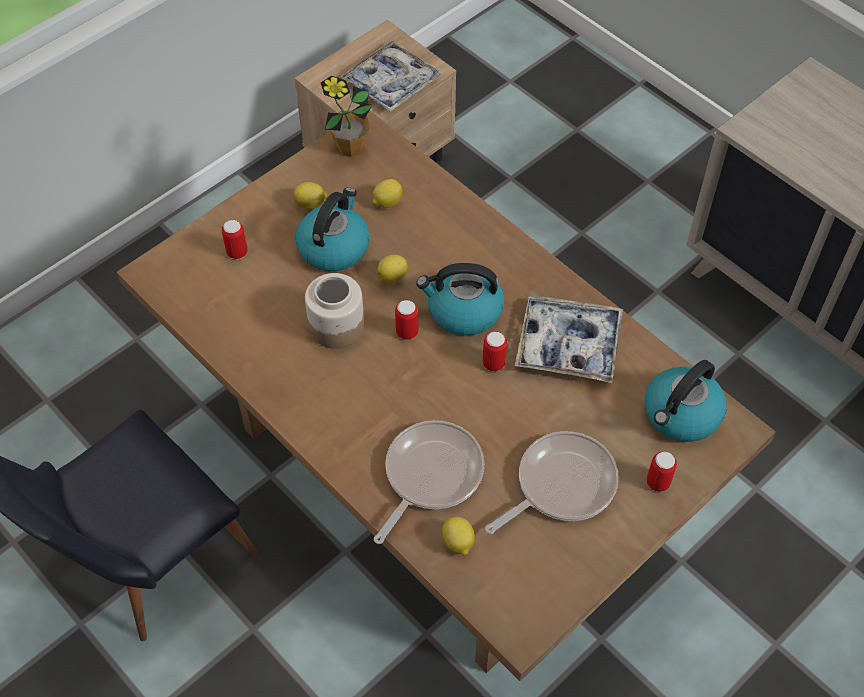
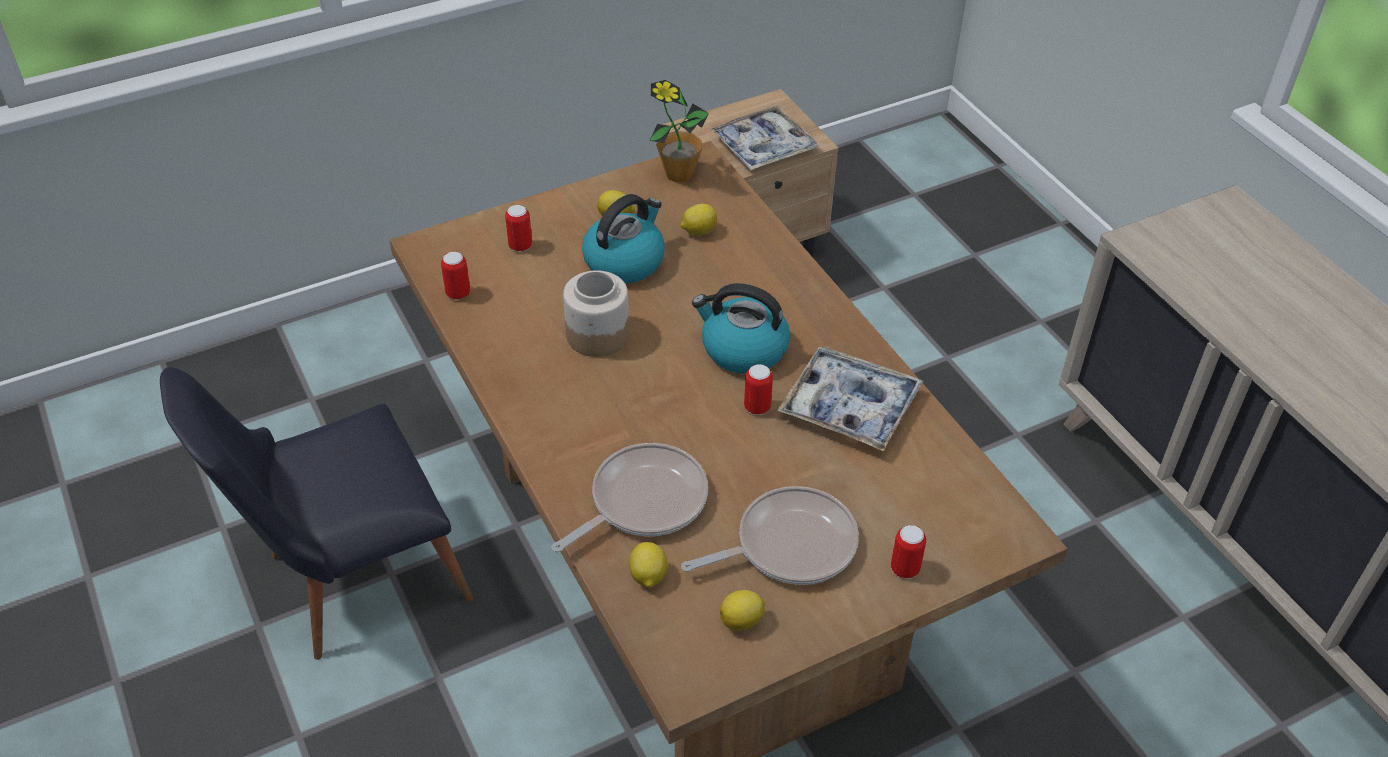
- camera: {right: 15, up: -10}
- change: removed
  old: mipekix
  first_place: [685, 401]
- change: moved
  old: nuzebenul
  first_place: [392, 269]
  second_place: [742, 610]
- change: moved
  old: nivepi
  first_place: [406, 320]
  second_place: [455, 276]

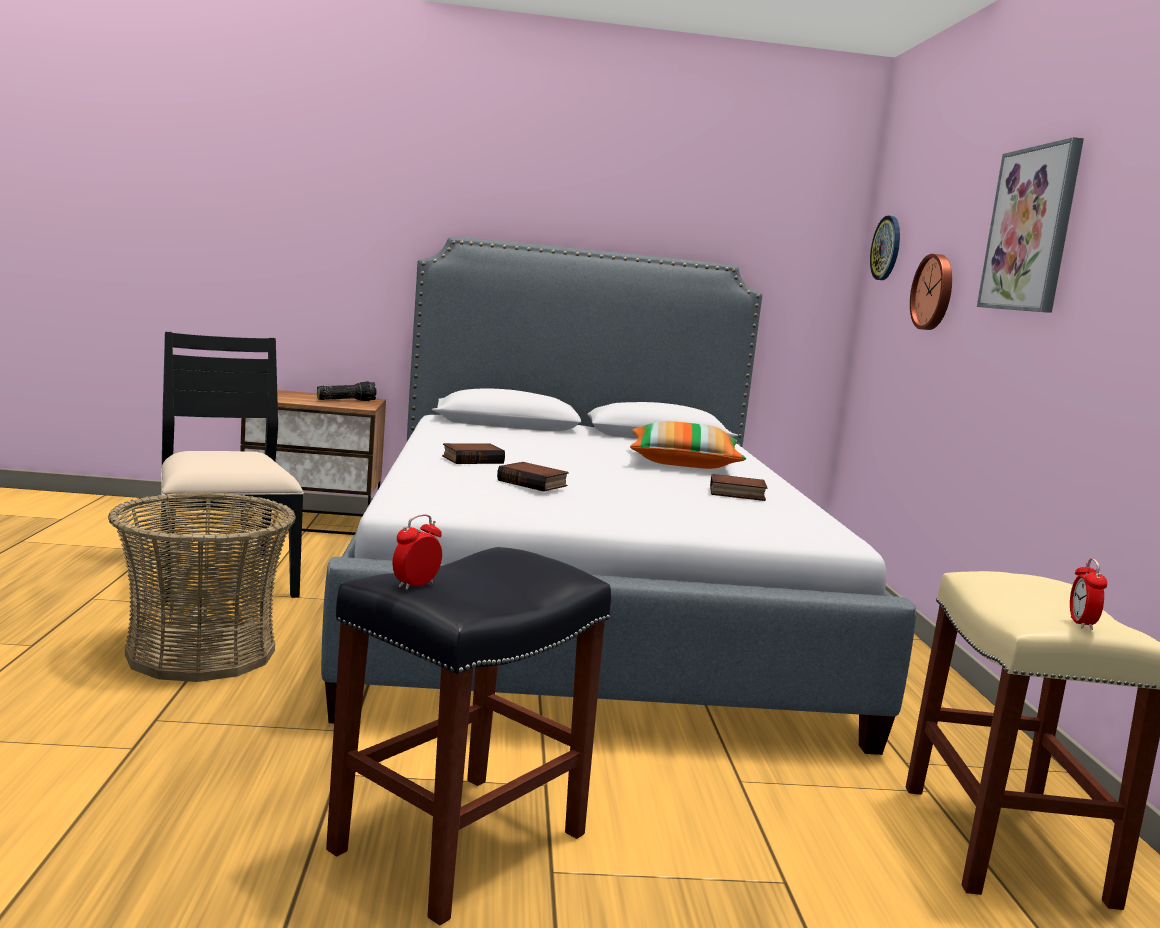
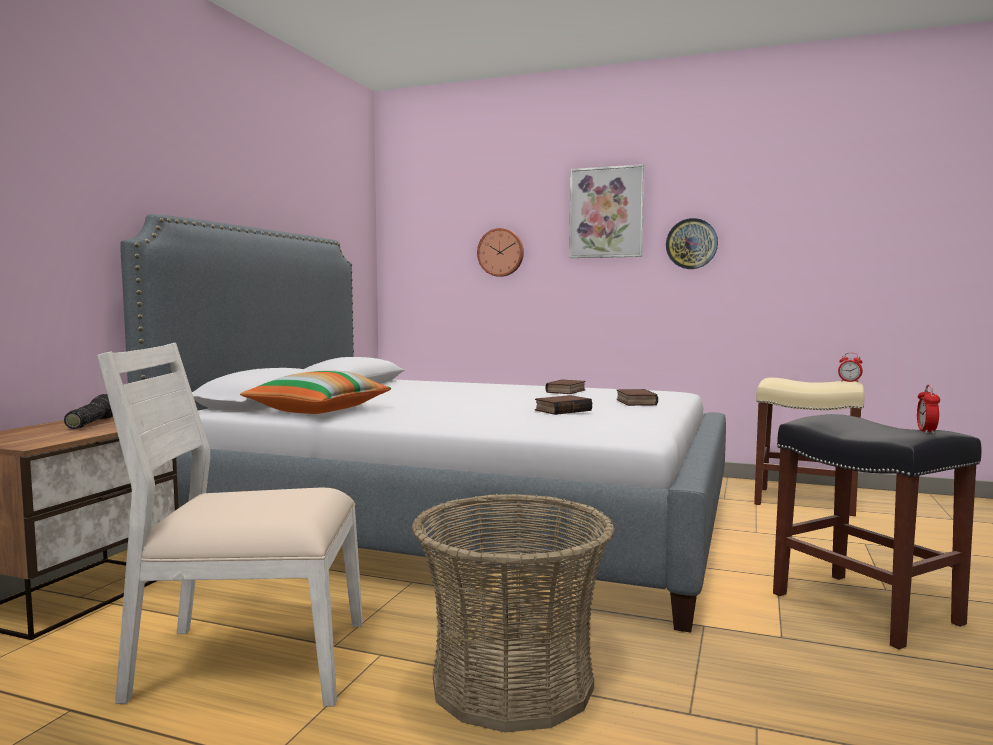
- camera: {right: -65, up: -5}
- change: moved
  old: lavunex
  first_place: [473, 453]
  second_place: [637, 397]
- change: moved
  old: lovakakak
  first_place: [688, 445]
  second_place: [315, 392]
- change: moved
  old: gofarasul
  first_place: [885, 247]
  second_place: [692, 243]
- change: recoloured
  old: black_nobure
  new: white_nobure
  first_place: [232, 468]
  second_place: [230, 525]
- change: turned
  old: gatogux
  first_place: [417, 552]
  second_place: [928, 409]
  degrees: 45

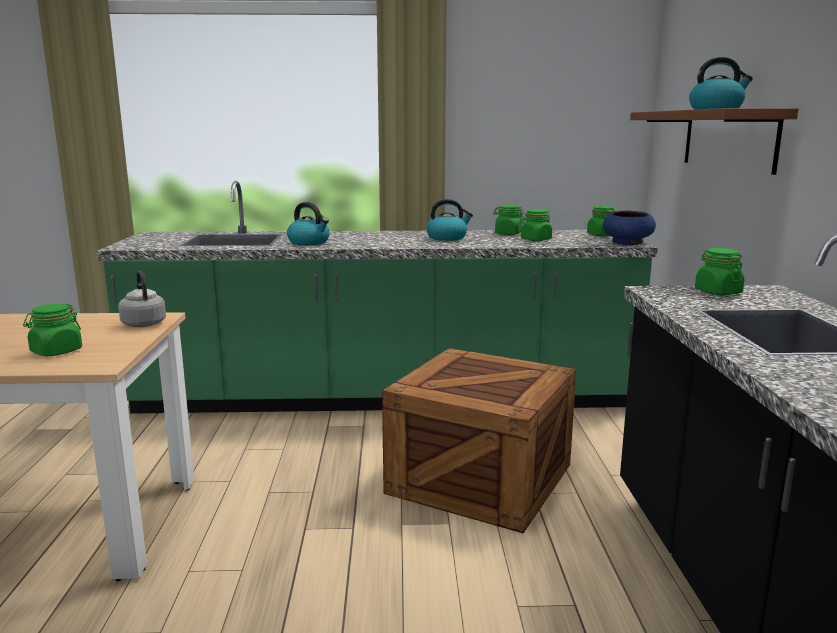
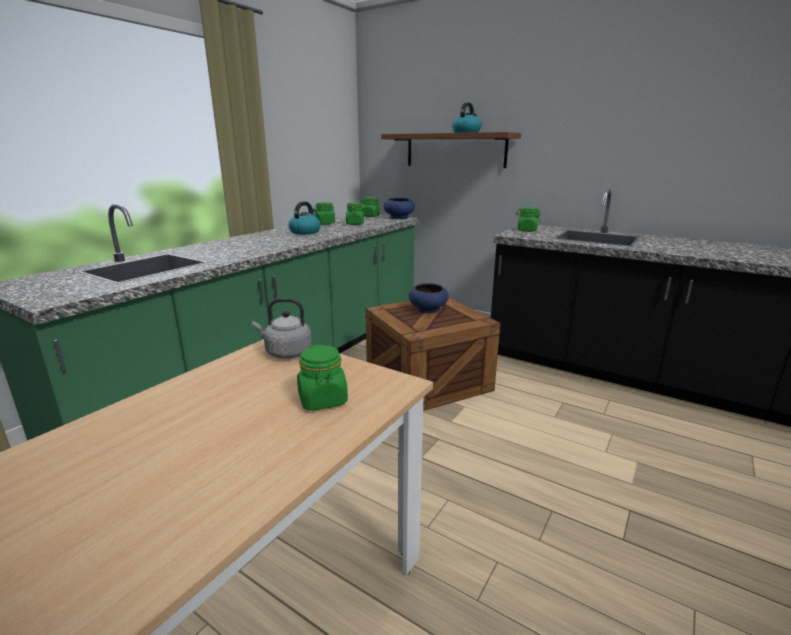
- camera: {right: -55, up: 5}
- change: removed
  old: mipekix
  first_place: [308, 223]
- change: added
  new: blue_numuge
  second_place: [429, 298]

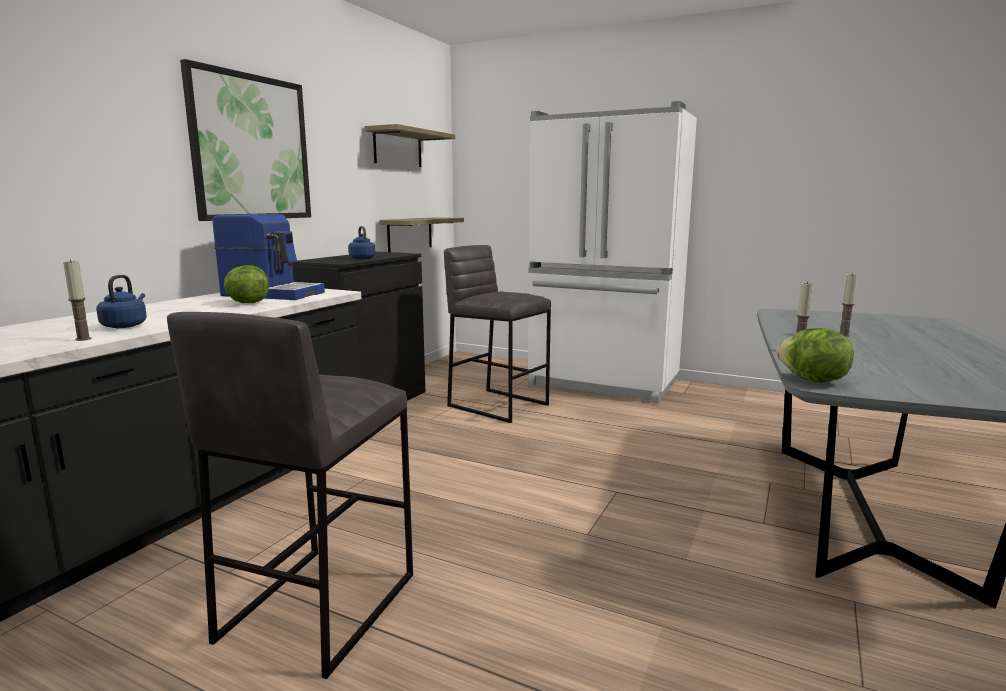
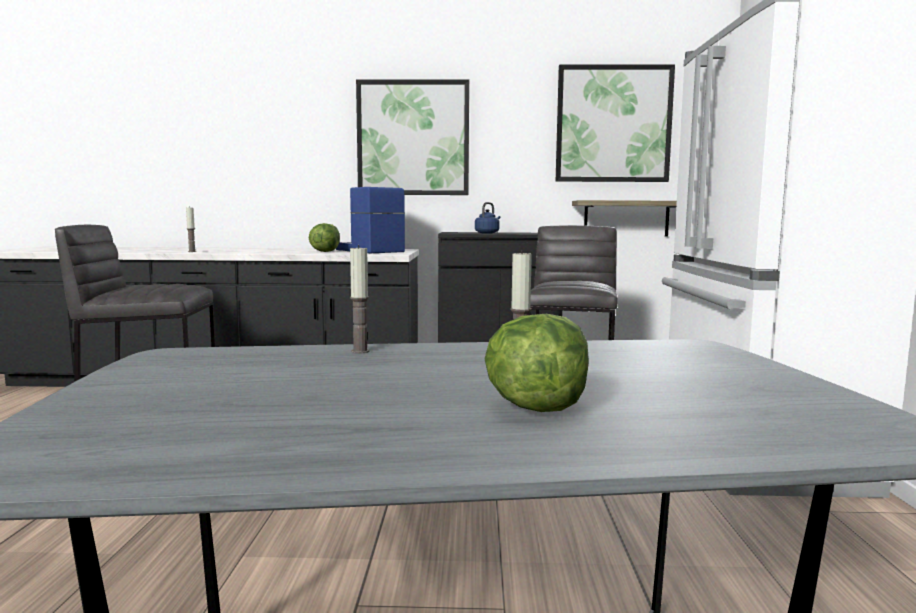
- camera: {right: 65, up: -5}
- change: removed
  old: blue_mipekix
  first_place: [121, 301]
- change: moved
  old: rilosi
  first_place: [815, 355]
  second_place: [537, 363]
- change: replaced
  old: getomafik
  new: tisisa
  first_place: [409, 145]
  second_place: [615, 123]
- change: turned
  old: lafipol
  first_place: [269, 257]
  second_place: [370, 220]
  degrees: 150

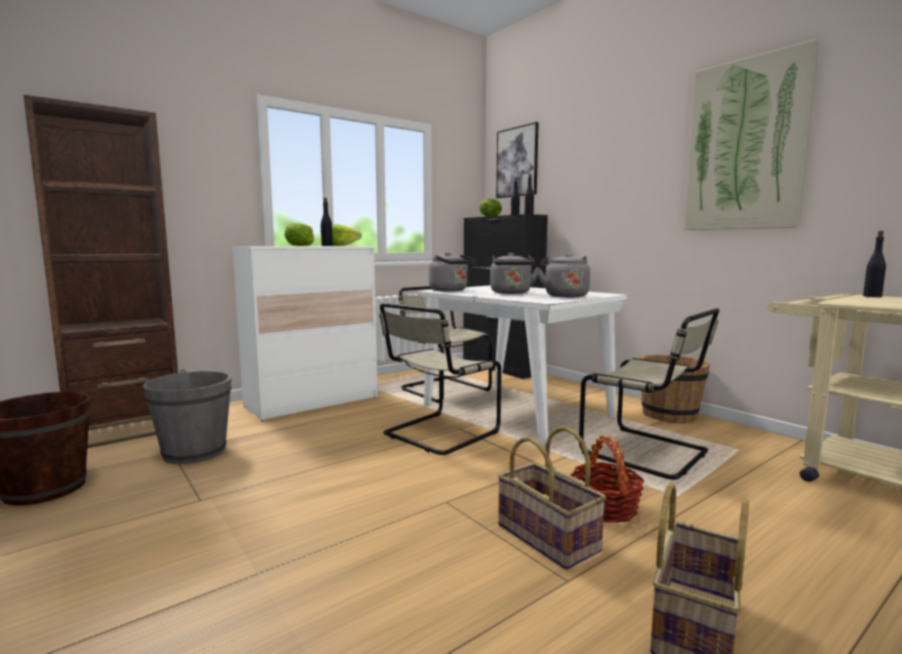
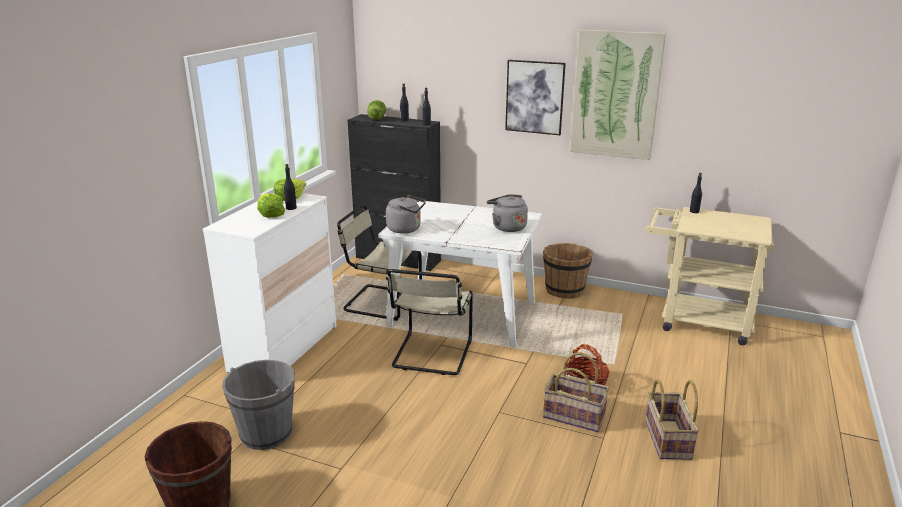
- camera: {right: -30, up: 15}
- change: removed
  old: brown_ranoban
  first_place: [100, 271]
- change: removed
  old: grey_mipekix
  first_place: [515, 273]
- change: removed
  old: beige_nobure
  first_place: [649, 394]
- change: moved
  old: tisisa
  first_place: [517, 160]
  second_place: [535, 97]

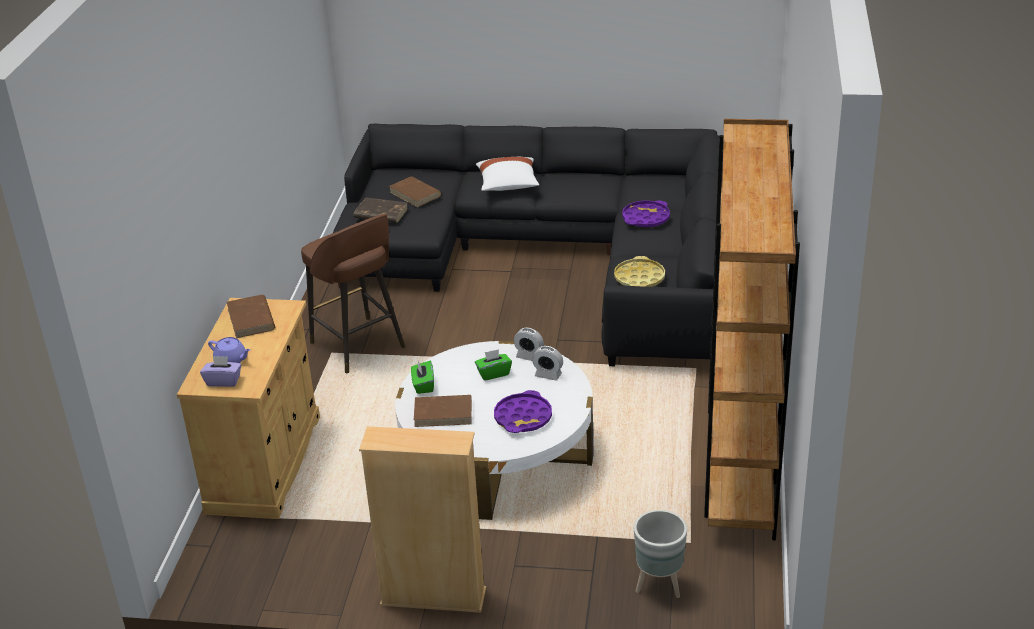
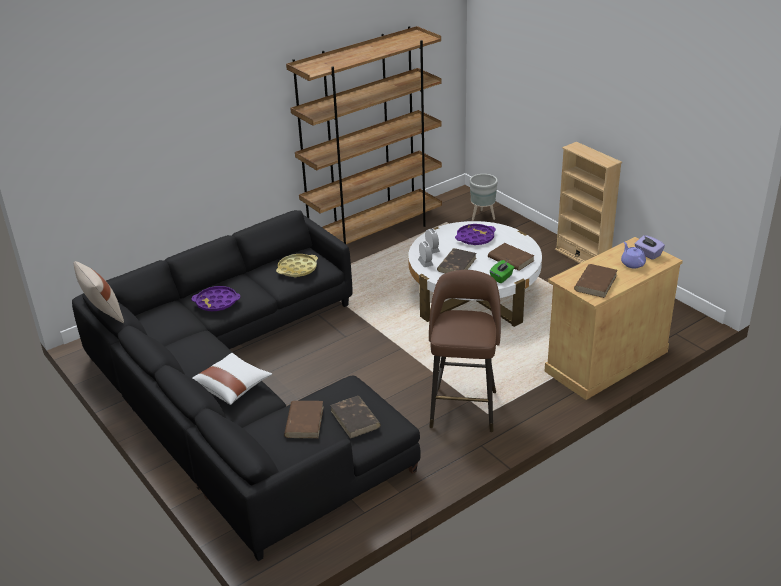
- camera: {right: -135, up: 0}
- change: added
  new: beige_lovakakak
  second_place: [99, 292]
- change: replaced
  old: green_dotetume
  new: brown_lavunex
  first_place: [493, 365]
  second_place: [456, 260]

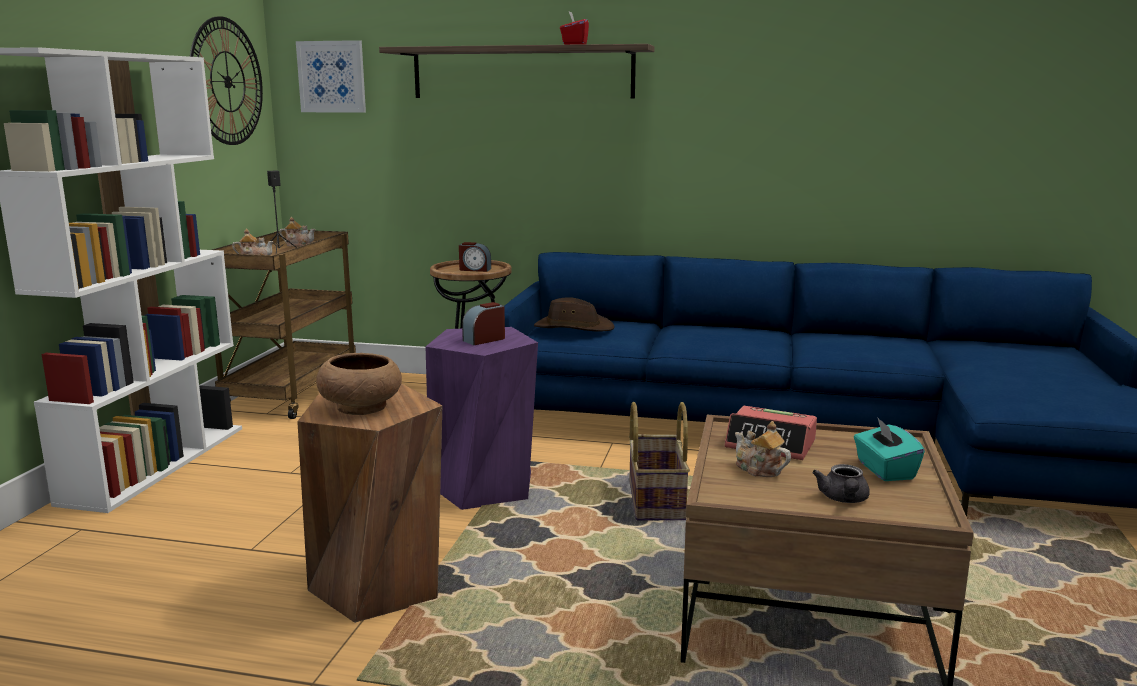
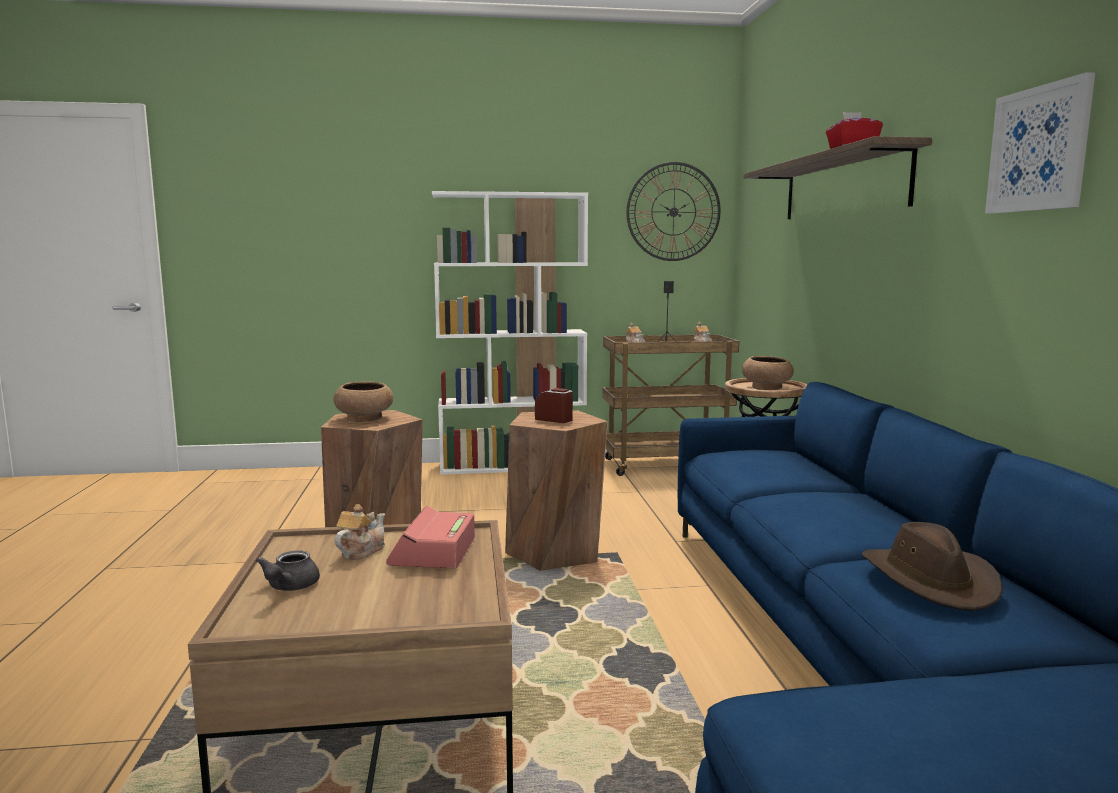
- camera: {right: 70, up: -5}
- change: removed
  old: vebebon
  first_place: [659, 461]
- change: removed
  old: turquoise_dotetume
  first_place: [889, 449]
- change: moved
  old: tisisa
  first_place: [331, 76]
  second_place: [1040, 143]
- change: moved
  old: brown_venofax
  first_place: [574, 314]
  second_place: [931, 566]
- change: replaced
  old: gatogux
  new: brown_numuge
  first_place: [475, 257]
  second_place: [768, 373]
- change: recoloured
  old: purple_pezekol
  new: brown_pezekol
  first_place: [482, 418]
  second_place: [556, 490]
- change: turned
  old: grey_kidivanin
  first_place: [841, 483]
  second_place: [288, 570]
  degrees: -75

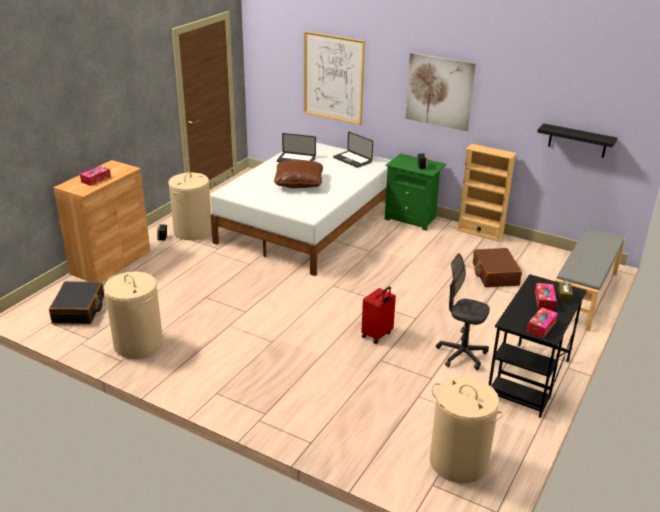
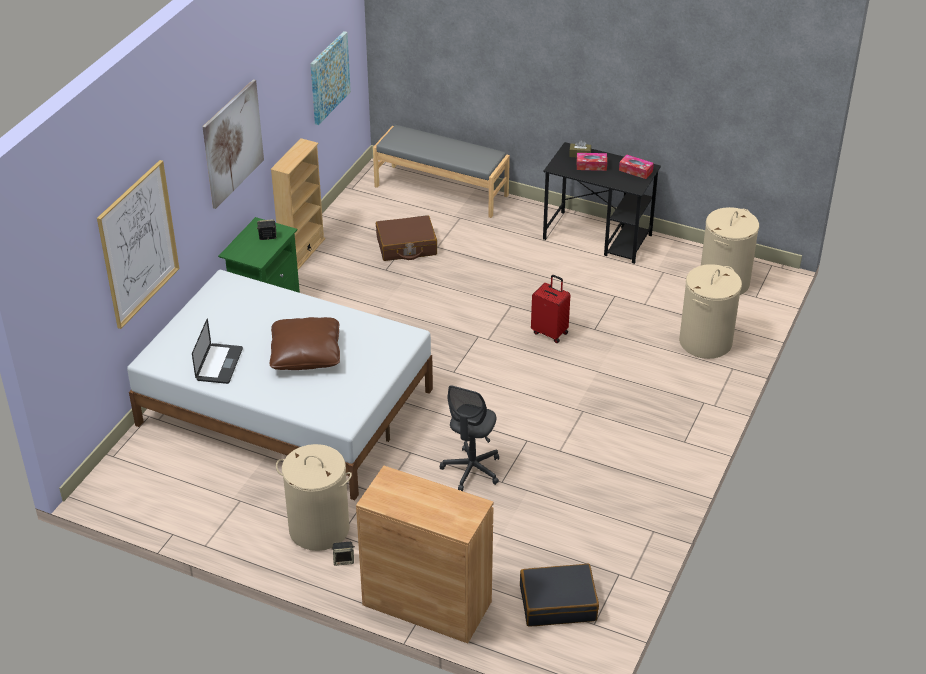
- camera: {right: -95, up: 10}
- change: removed
  old: dotetume
  first_place: [95, 176]
- change: removed
  old: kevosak
  first_place: [353, 149]
- change: moved
  old: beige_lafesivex
  first_place: [133, 315]
  second_place: [710, 311]
- change: moved
  old: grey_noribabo
  first_place: [463, 311]
  second_place: [469, 438]
- change: replaced
  old: black_getomafik
  new: tisisa
  first_place: [577, 140]
  second_place: [330, 78]

